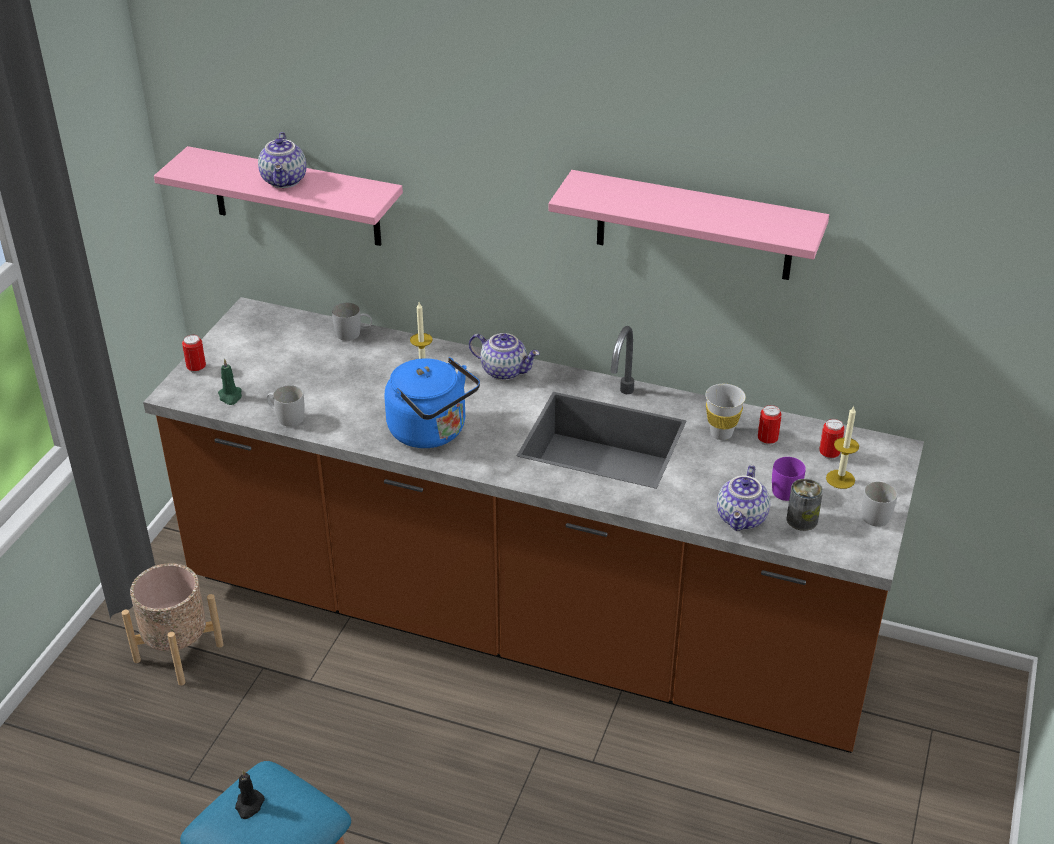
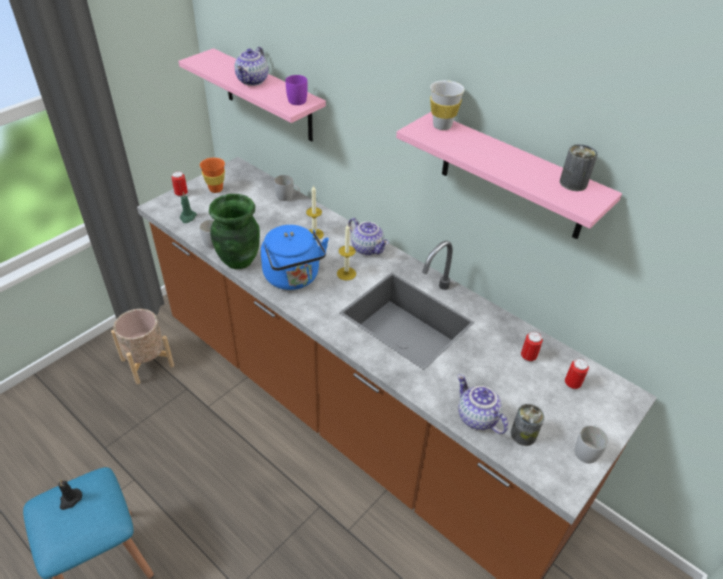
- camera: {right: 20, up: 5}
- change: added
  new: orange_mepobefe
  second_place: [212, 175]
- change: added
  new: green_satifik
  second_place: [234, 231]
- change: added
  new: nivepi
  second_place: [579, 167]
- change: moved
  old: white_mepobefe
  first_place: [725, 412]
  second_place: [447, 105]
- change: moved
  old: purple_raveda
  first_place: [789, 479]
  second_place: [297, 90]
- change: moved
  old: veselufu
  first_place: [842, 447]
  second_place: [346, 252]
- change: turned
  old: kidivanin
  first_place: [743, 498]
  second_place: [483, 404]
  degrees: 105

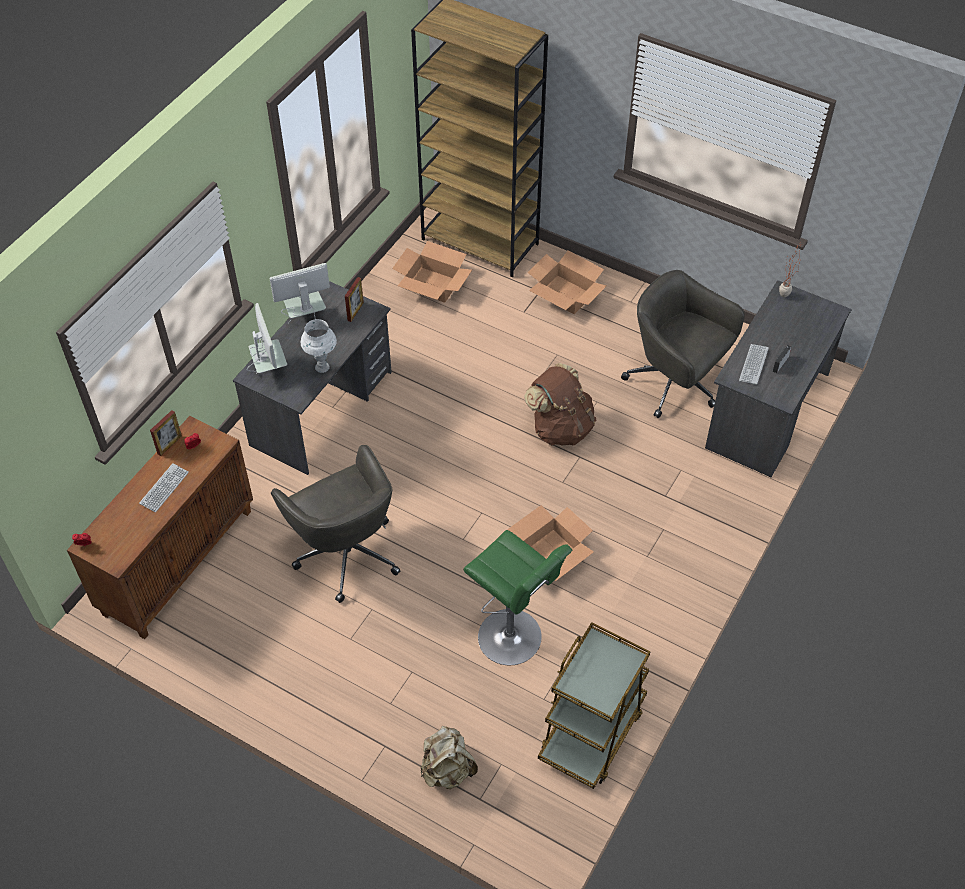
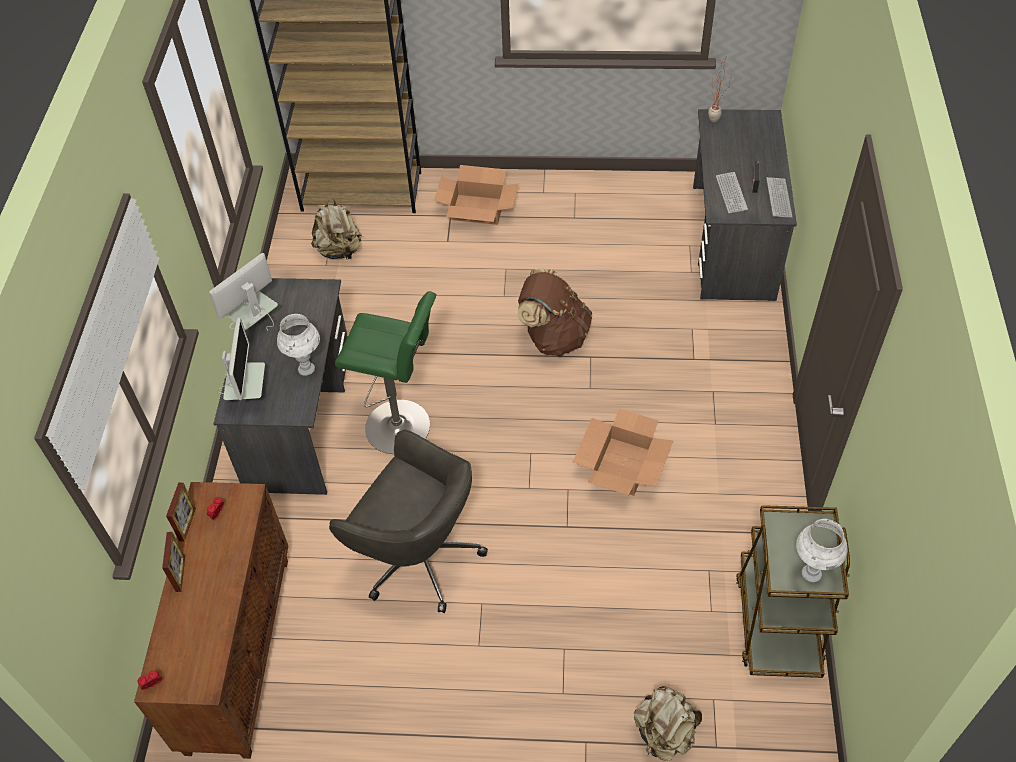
- camera: {right: -25, up: 0}
- change: removed
  old: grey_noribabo
  first_place: [683, 344]
- change: added
  new: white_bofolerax
  second_place: [822, 550]
- change: moved
  old: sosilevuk
  first_place: [164, 487]
  second_place: [779, 197]
- change: moved
  old: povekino
  first_place: [354, 299]
  second_place: [173, 562]
- change: moved
  old: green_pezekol
  first_place: [518, 597]
  second_place: [386, 372]
- change: replaced
  old: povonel
  new: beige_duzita
  first_place: [432, 272]
  second_place: [336, 228]
- change: turned
  old: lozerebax
  first_place: [267, 338]
  second_place: [241, 359]
  degrees: 45

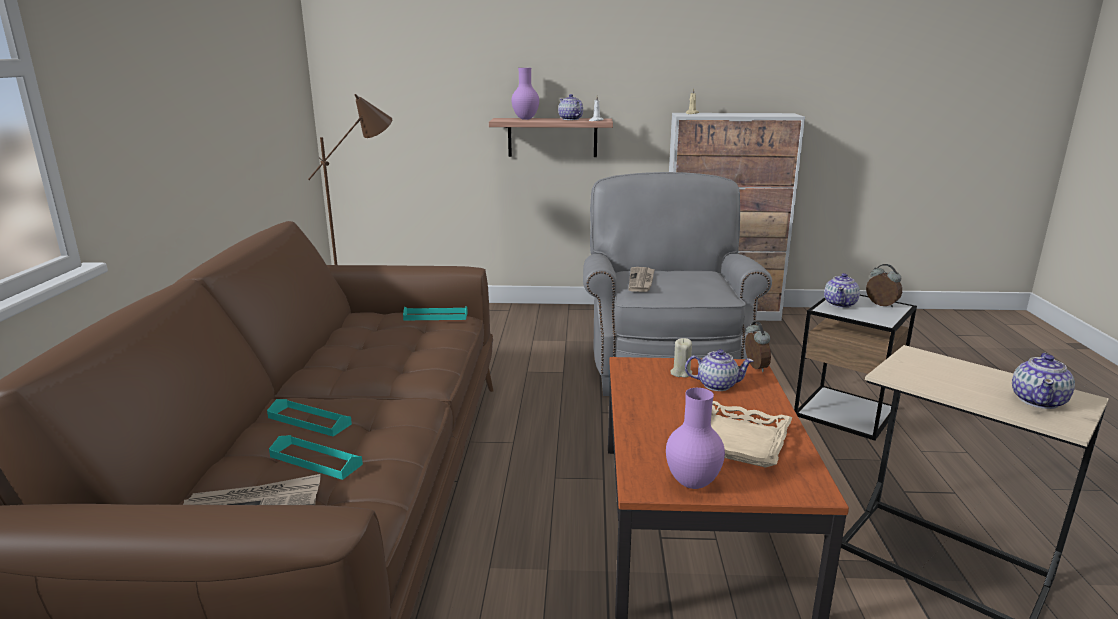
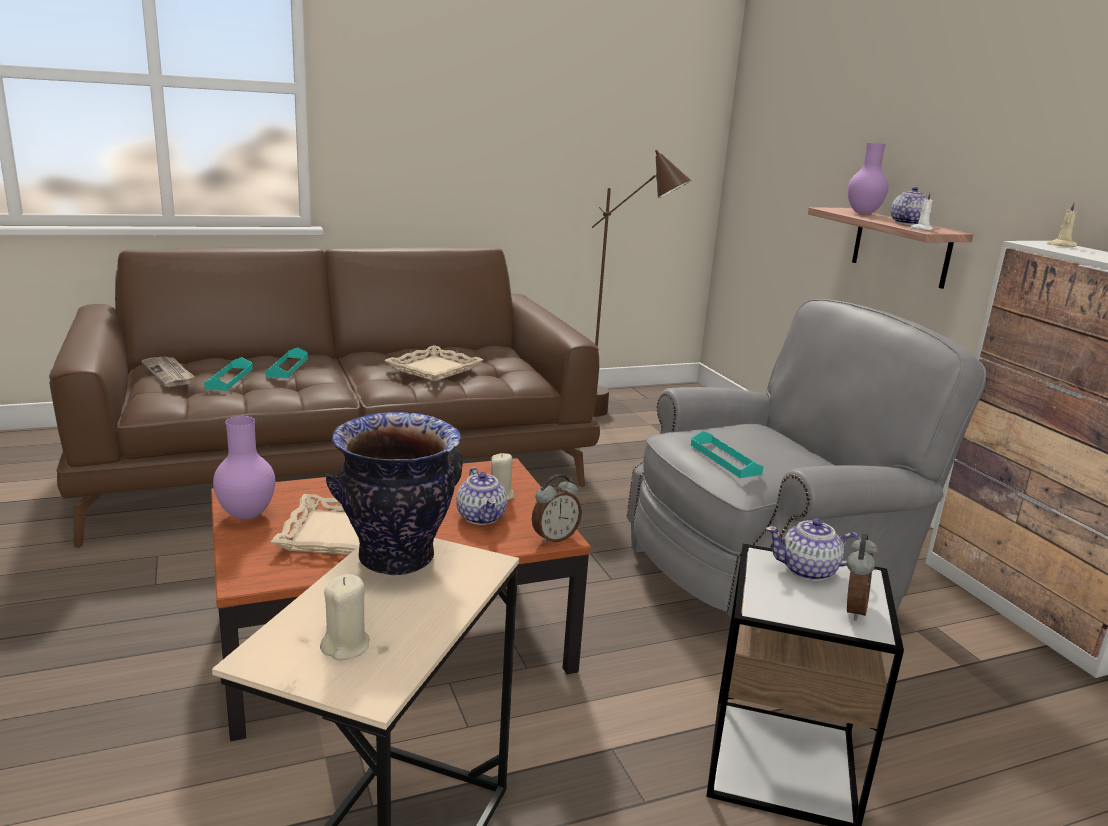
- camera: {right: 65, up: 0}
- change: removed
  old: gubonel
  first_place: [641, 279]
- change: added
  new: satifik
  second_place: [394, 493]
- change: added
  new: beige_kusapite
  second_place: [434, 363]
- change: moved
  old: turquoise_kusapite
  first_place: [435, 313]
  second_place: [727, 454]
- change: replaced
  old: kidivanin
  new: beige_veselufu
  first_place: [1043, 381]
  second_place: [345, 617]

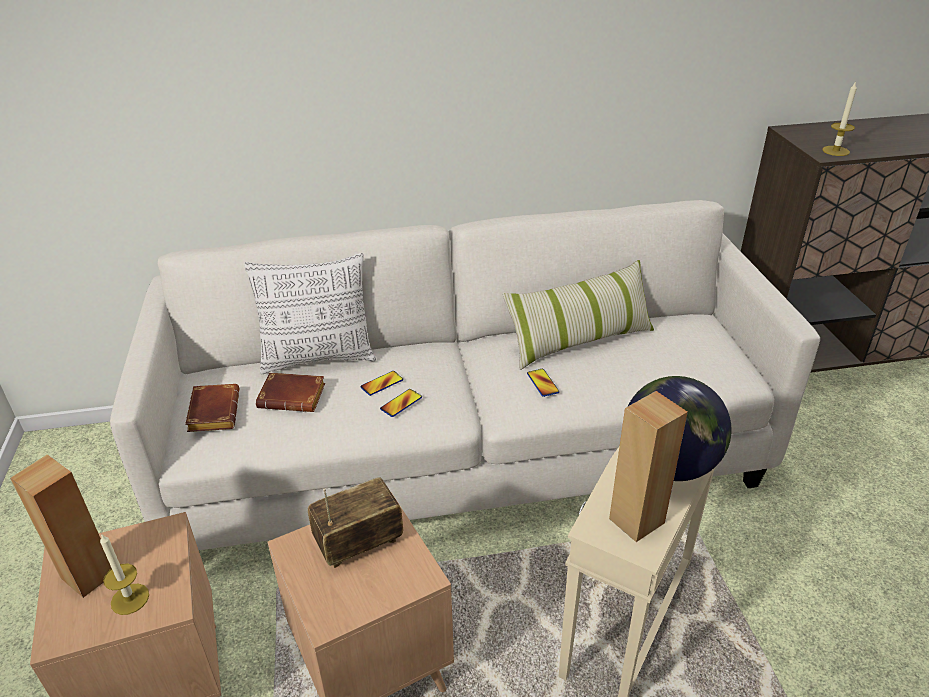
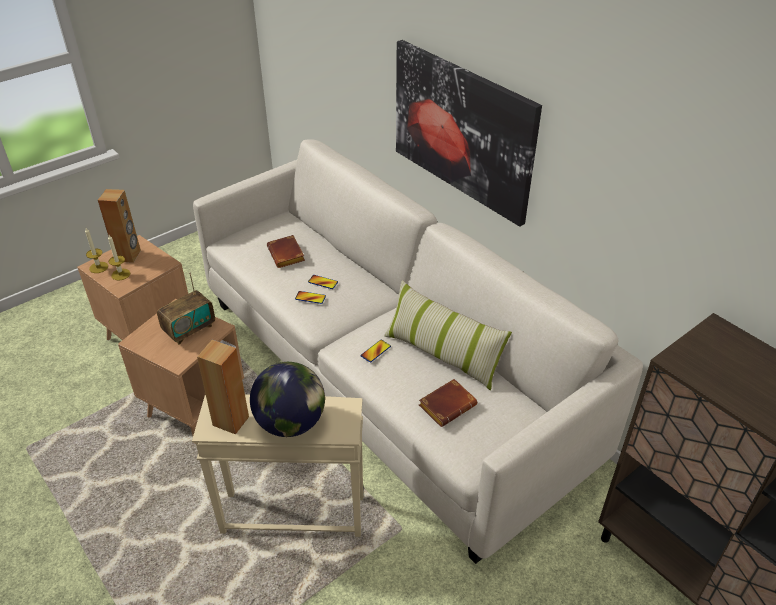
- camera: {right: 60, up: 5}
- change: removed
  old: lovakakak
  first_place: [310, 313]
- change: added
  new: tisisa
  second_place: [469, 133]
- change: moved
  old: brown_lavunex
  first_place: [212, 408]
  second_place: [448, 403]
- change: moved
  old: veselufu
  first_place: [839, 118]
  second_place: [96, 250]
- change: turned
  old: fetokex
  first_place: [355, 522]
  second_place: [186, 308]
  degrees: 105

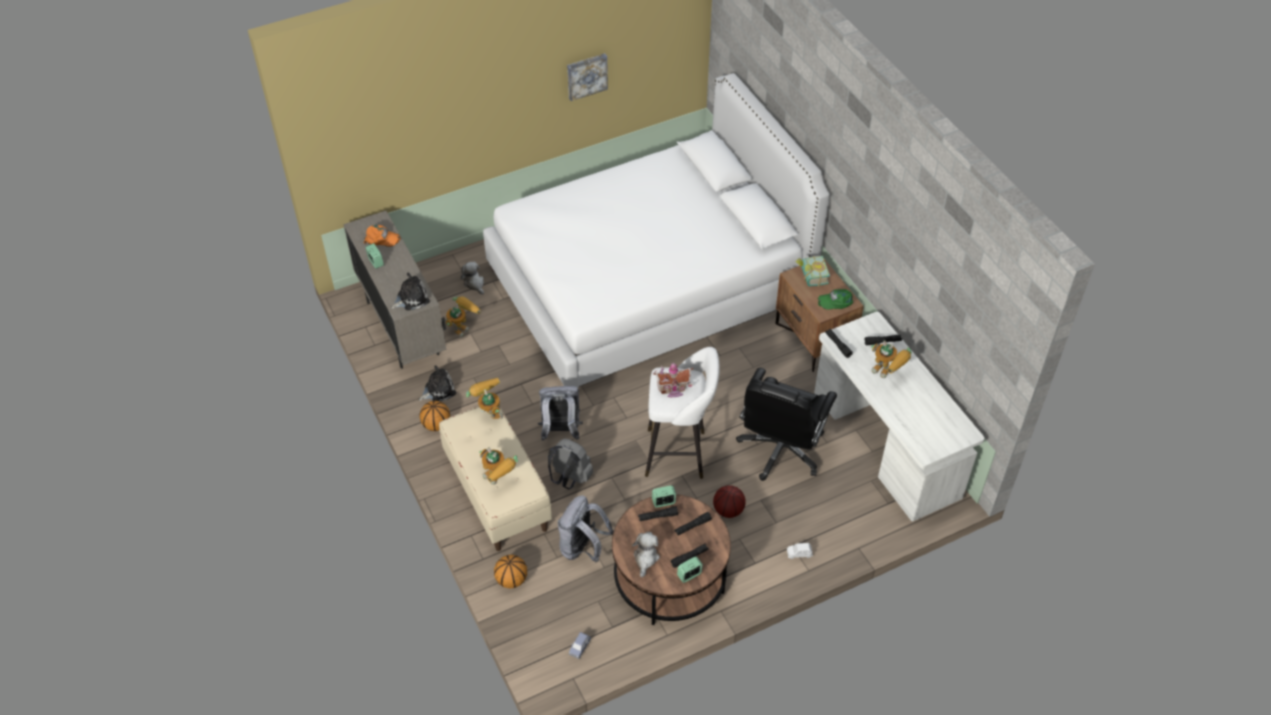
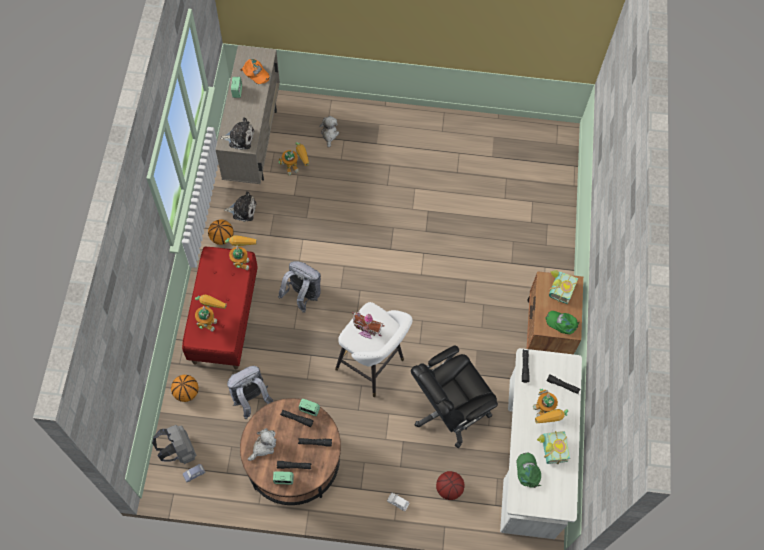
- camera: {right: 30, up: 15}
- change: removed
  old: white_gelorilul
  first_place: [656, 230]
- change: removed
  old: tisisa
  first_place: [587, 77]
- change: added
  new: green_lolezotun
  second_place: [528, 470]
- change: added
  new: lavunex
  second_place: [553, 447]
- change: moved
  old: grey_duzita
  first_place: [570, 464]
  second_place: [174, 444]
- change: moved
  old: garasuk
  first_place: [729, 501]
  second_place: [450, 485]
- change: recoloured
  old: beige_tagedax
  new: red_tagedax
  first_place: [495, 478]
  second_place: [220, 308]
- change: turned
  old: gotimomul
  first_place: [498, 466]
  second_place: [211, 313]
  degrees: -150

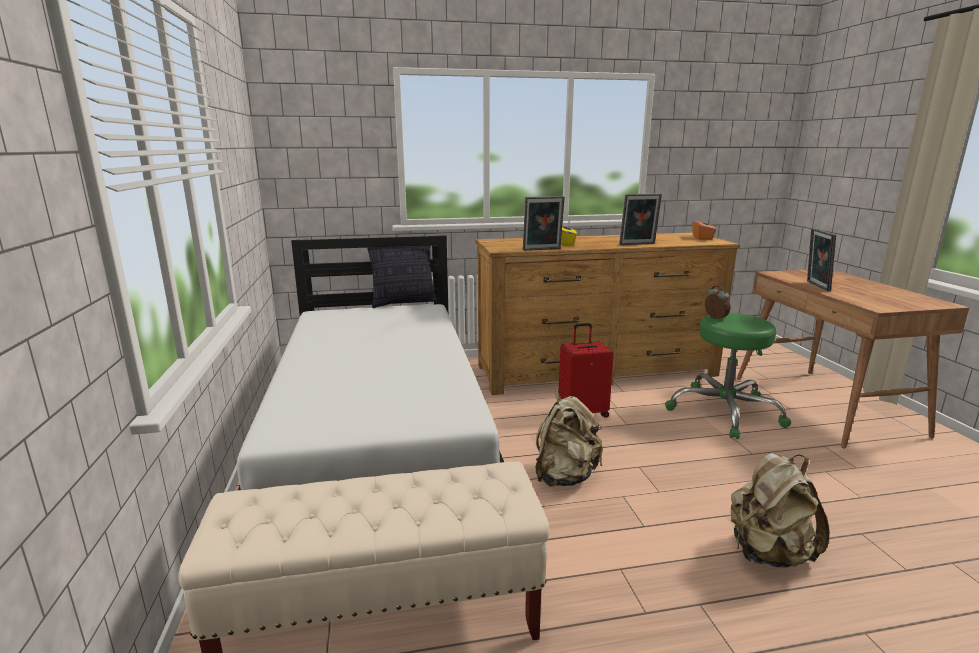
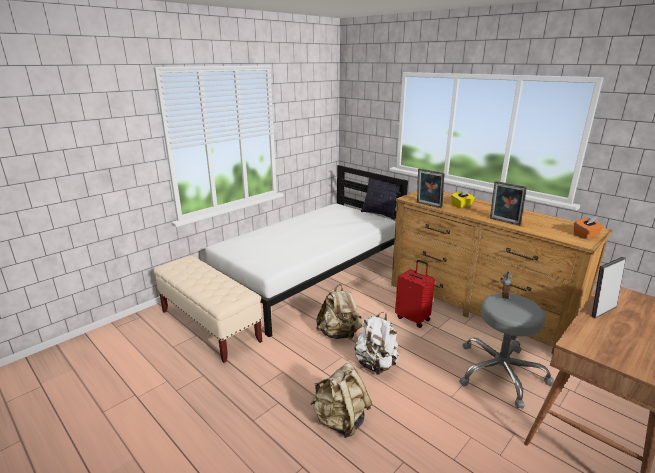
- camera: {right: 55, up: 5}
- change: added
  new: white_duzita
  second_place: [377, 343]
- change: recoloured
  old: green_pezekol
  new: grey_pezekol
  first_place: [728, 376]
  second_place: [506, 351]

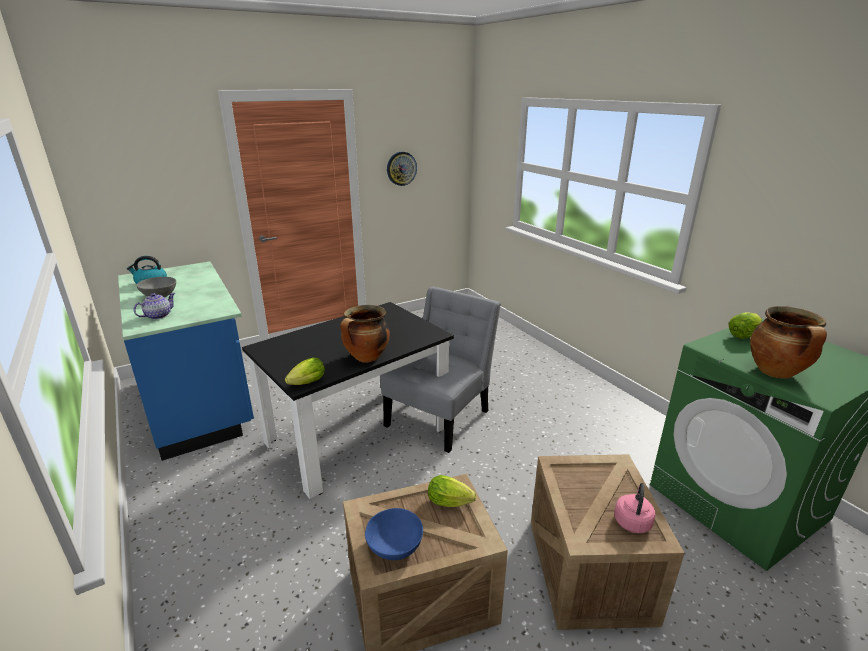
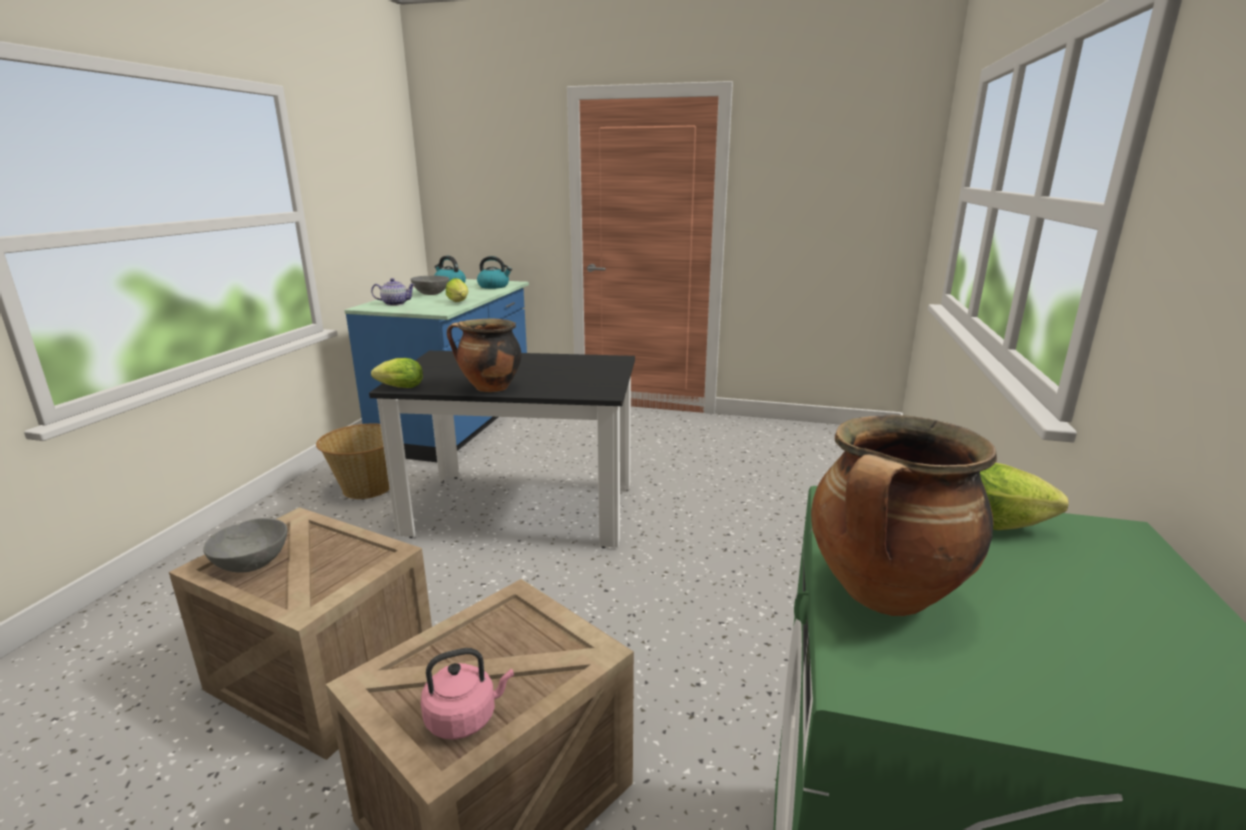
- camera: {right: 45, up: -5}
- change: removed
  old: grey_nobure
  first_place: [441, 370]
- change: removed
  old: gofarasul
  first_place: [402, 169]
- change: added
  new: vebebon
  second_place: [353, 461]
- change: added
  new: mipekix
  second_place: [494, 272]
- change: moved
  old: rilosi
  first_place: [452, 491]
  second_place: [457, 290]
- change: recoloured
  old: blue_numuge
  new: grey_numuge
  first_place: [394, 534]
  second_place: [245, 545]

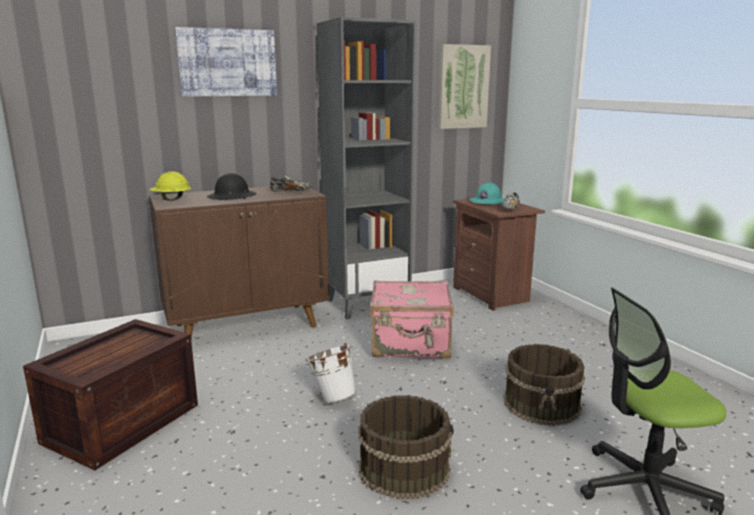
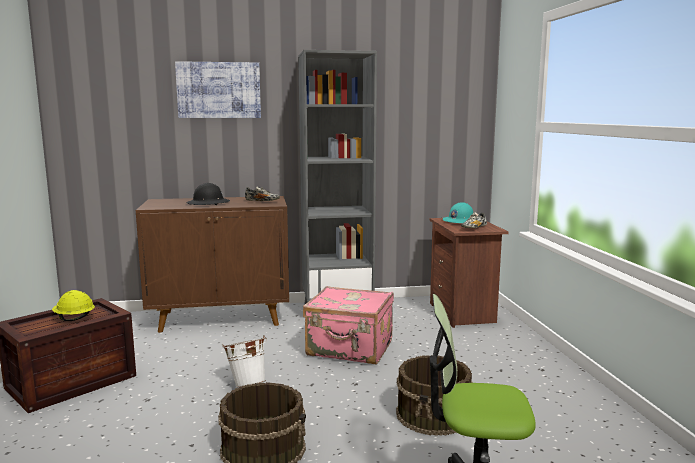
- camera: {right: 15, up: -5}
- change: removed
  old: tisisa
  first_place: [464, 86]
- change: moved
  old: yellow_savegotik
  first_place: [170, 186]
  second_place: [73, 305]

